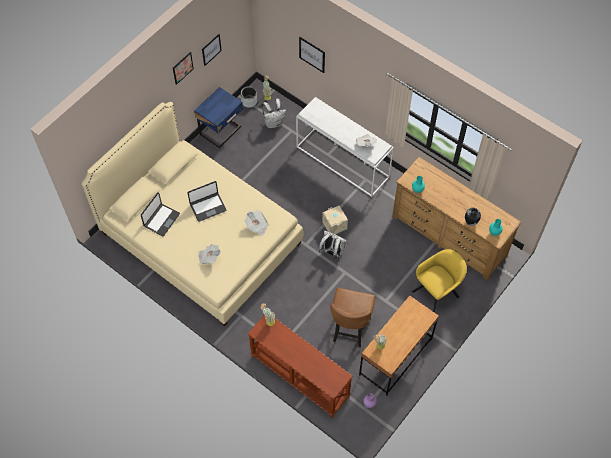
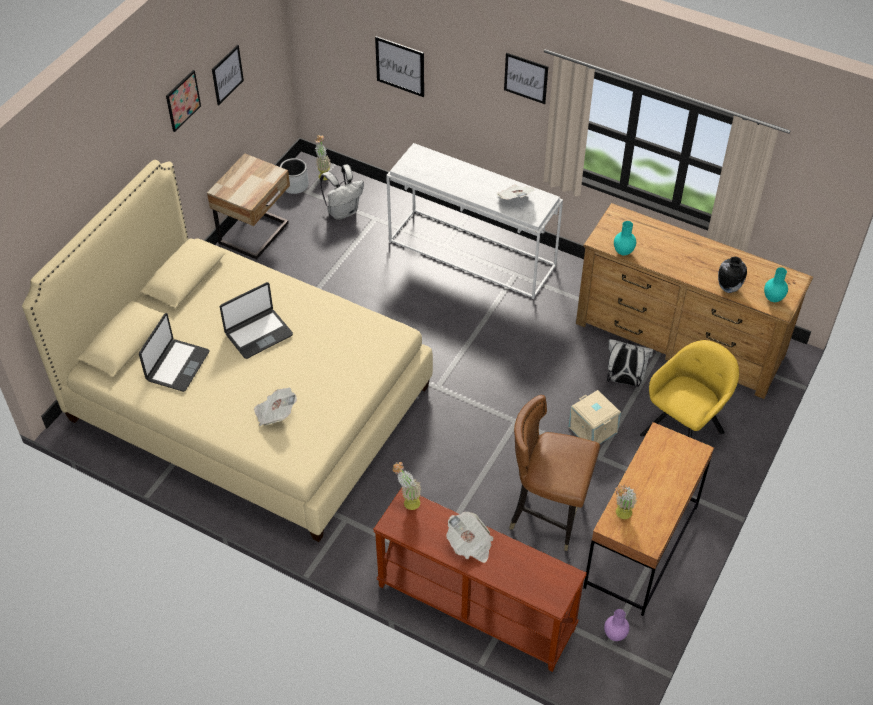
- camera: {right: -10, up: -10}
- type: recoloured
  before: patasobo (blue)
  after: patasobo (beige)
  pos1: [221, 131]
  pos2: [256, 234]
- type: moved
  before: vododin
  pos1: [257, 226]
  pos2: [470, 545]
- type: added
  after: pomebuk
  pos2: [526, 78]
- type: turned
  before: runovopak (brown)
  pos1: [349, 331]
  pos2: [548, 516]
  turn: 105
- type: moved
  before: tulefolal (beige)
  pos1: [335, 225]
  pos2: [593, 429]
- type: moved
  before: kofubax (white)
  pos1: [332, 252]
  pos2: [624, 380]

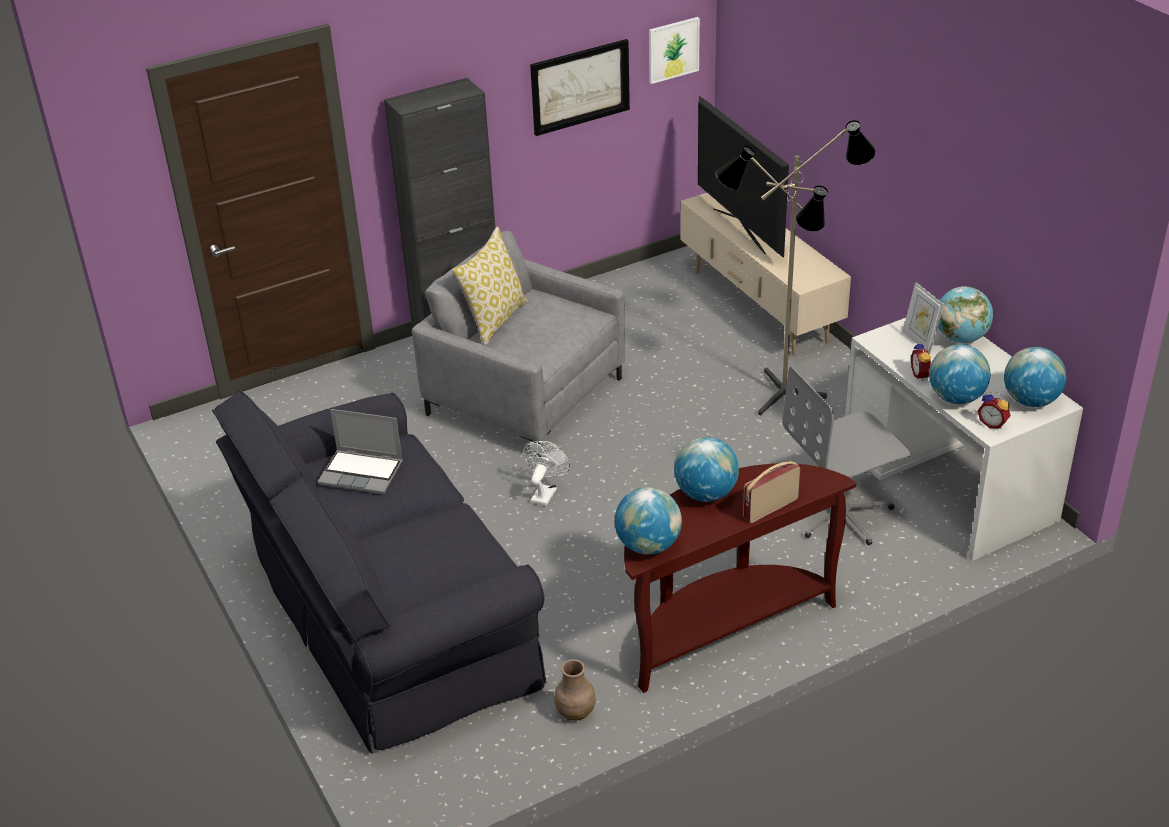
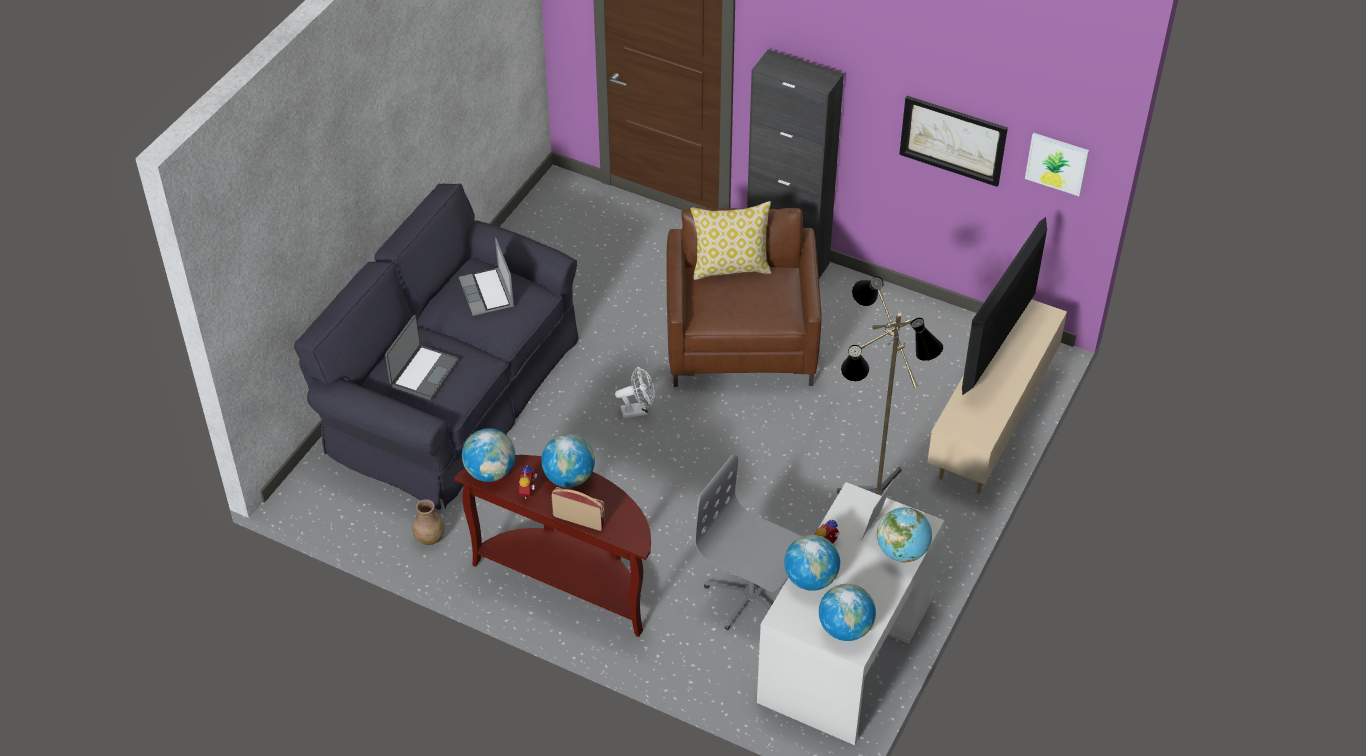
- camera: {right: 55, up: 10}
- type: added
  after: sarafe
  pos2: [423, 373]
- type: moved
  before: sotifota
  pos1: [993, 423]
  pos2: [529, 492]
- type: recoloured
  before: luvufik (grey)
  after: luvufik (brown)
  pos1: [525, 396]
  pos2: [741, 341]

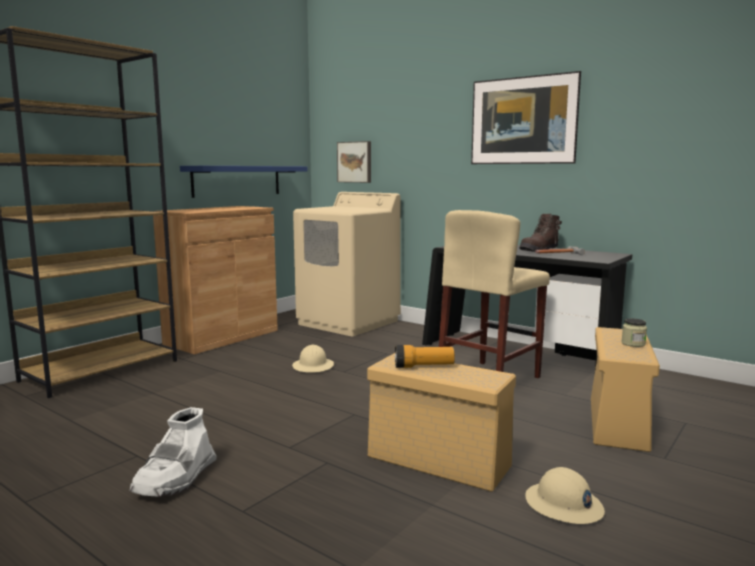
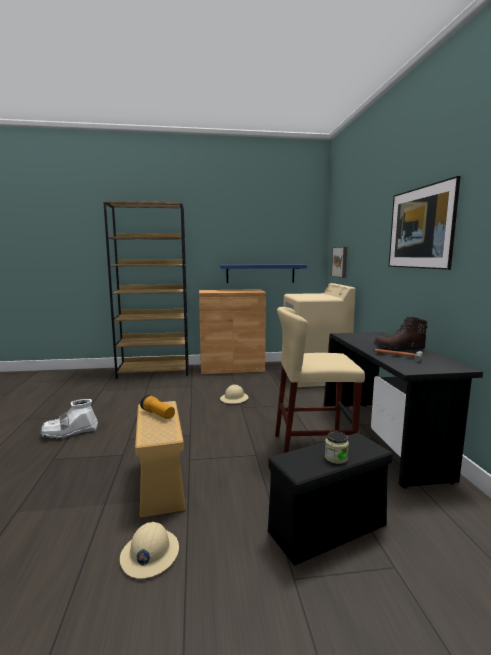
- camera: {right: 45, up: 0}
- type: recoloured
  before: tulefolal (beige)
  after: tulefolal (black)
  pos1: [617, 422]
  pos2: [329, 527]

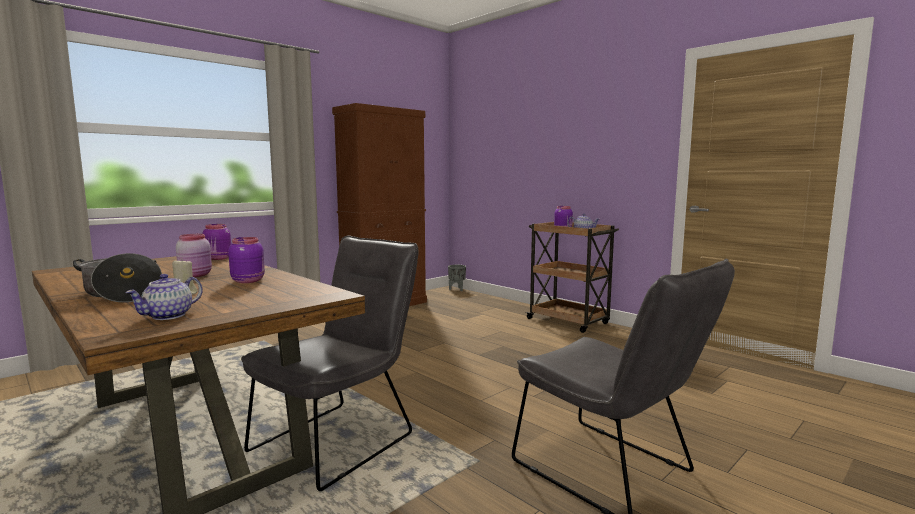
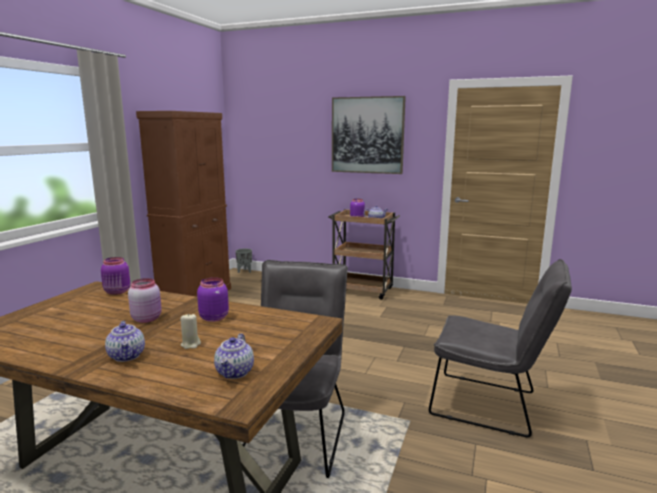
- camera: {right: -25, up: 5}
- type: replaced
  before: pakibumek
  after: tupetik
  pos1: [121, 294]
  pos2: [127, 356]
- type: added
  after: pomebuk
  pos2: [367, 135]

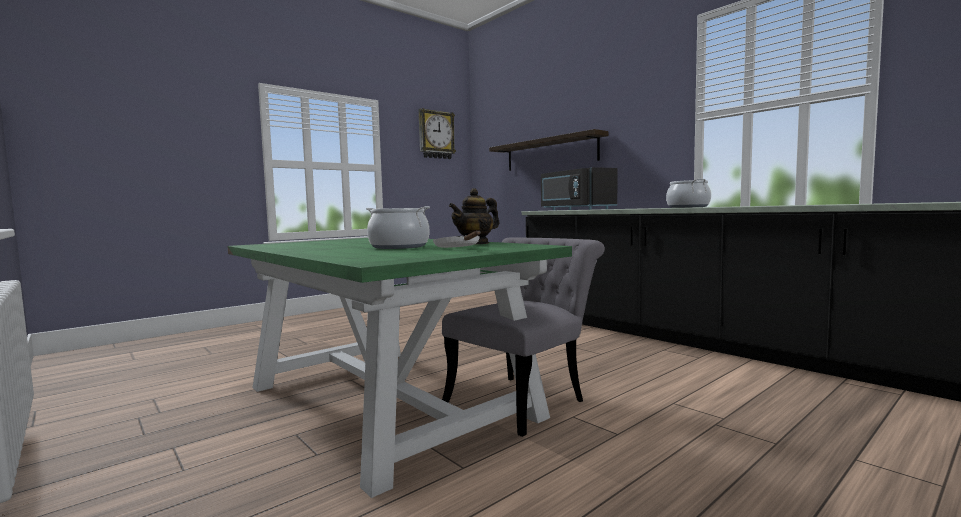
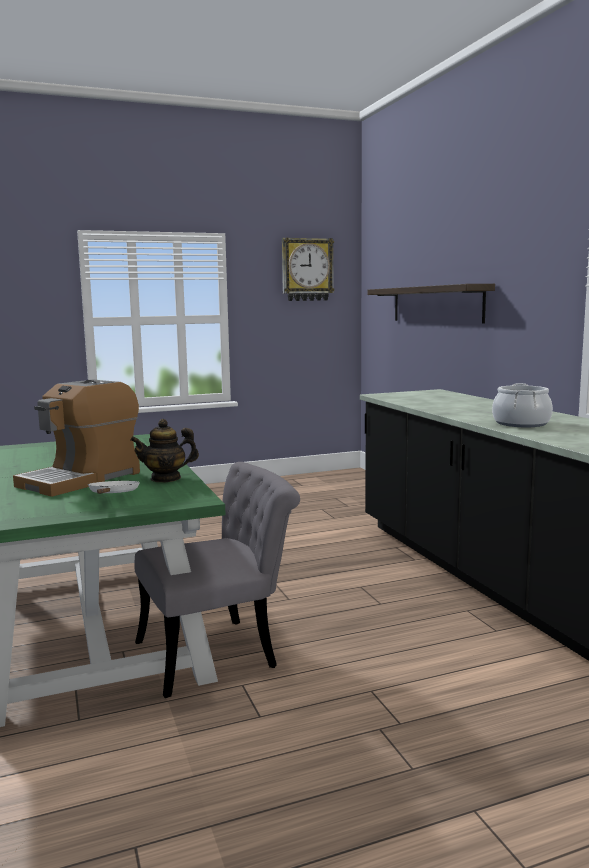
- camera: {right: 20, up: 5}
- type: replaced
  before: pakibumek
  after: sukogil
  pos1: [399, 247]
  pos2: [82, 479]
- type: removed
  before: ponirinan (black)
  pos1: [575, 209]

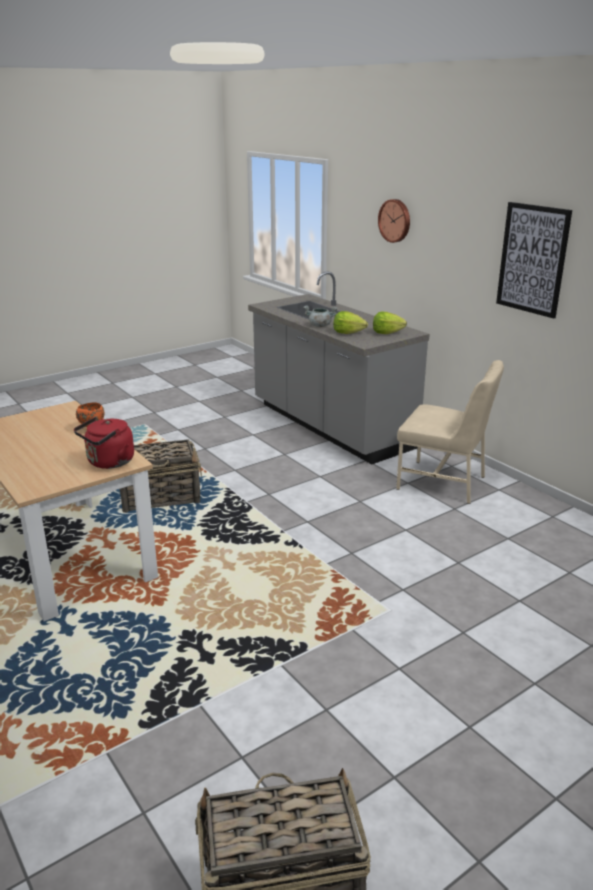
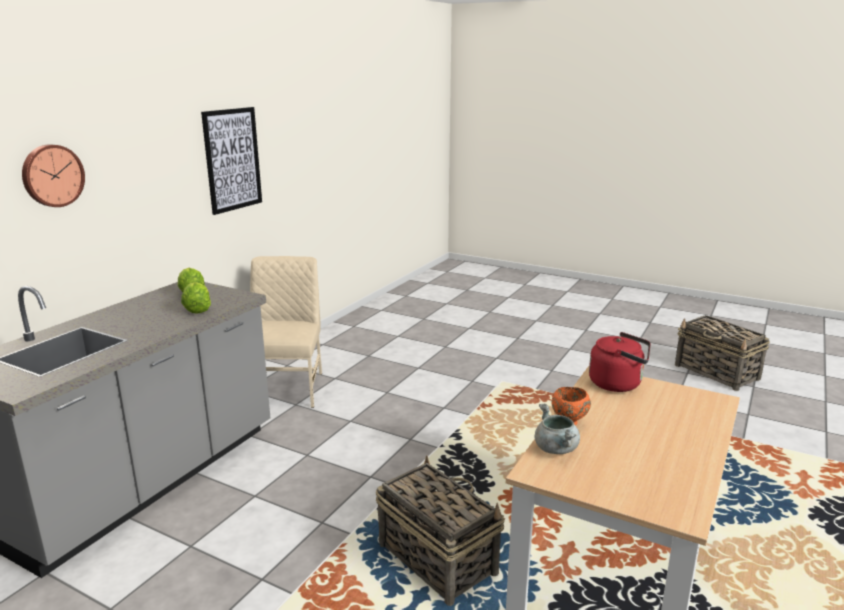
- camera: {right: -115, up: -5}
- type: moved
  before: pakibumek (grey)
  pos1: [320, 326]
  pos2: [556, 449]

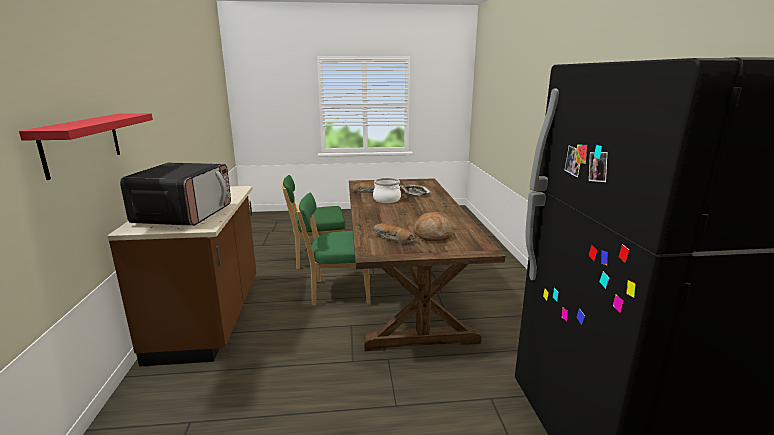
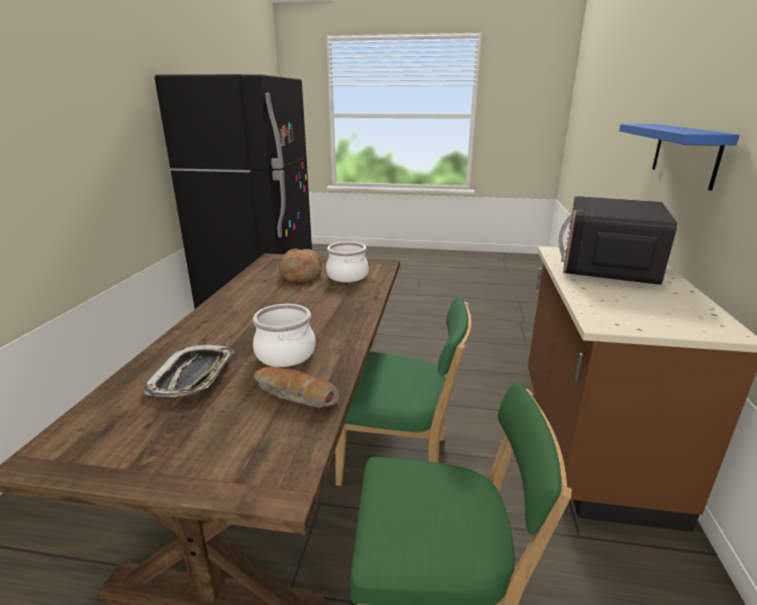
- camera: {right: -165, up: 5}
- type: replaced
  before: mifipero
  after: pakibumek
  pos1: [393, 238]
  pos2: [348, 276]
- type: recoloured
  before: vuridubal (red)
  after: vuridubal (blue)
  pos1: [82, 143]
  pos2: [685, 153]

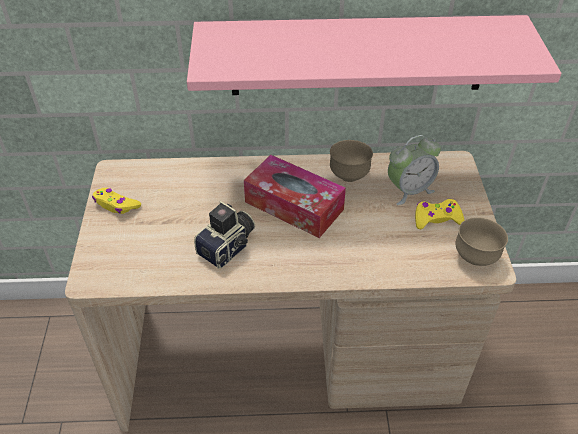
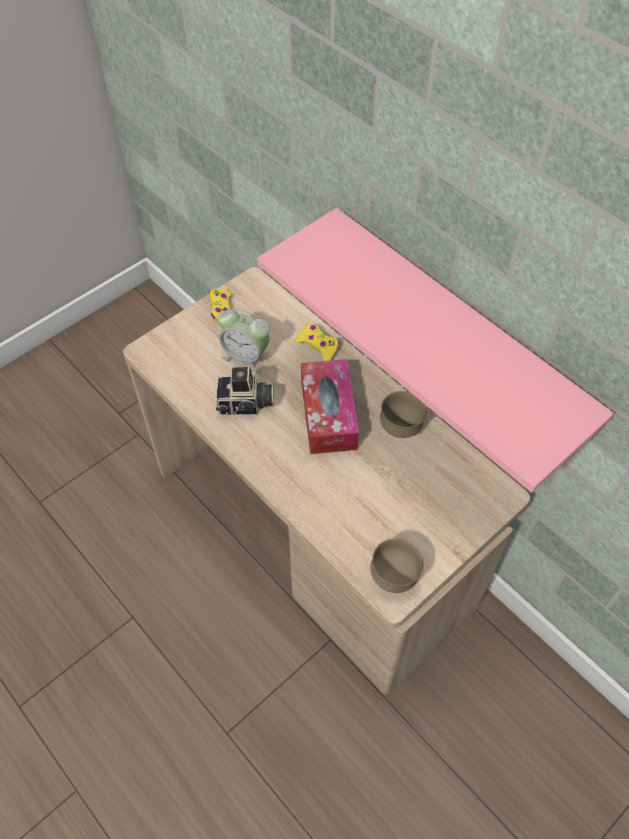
- camera: {right: 50, up: 10}
- type: moved
  before: sotifota
  pos1: [409, 190]
  pos2: [246, 356]
- type: moved
  before: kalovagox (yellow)
  pos1: [436, 218]
  pos2: [318, 346]

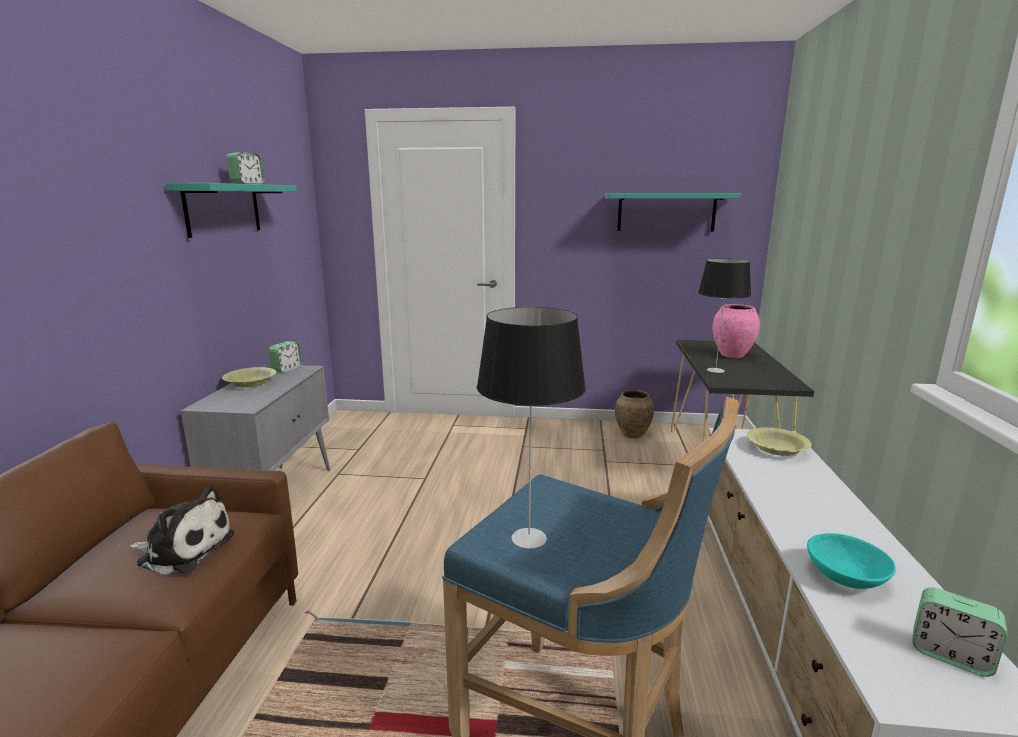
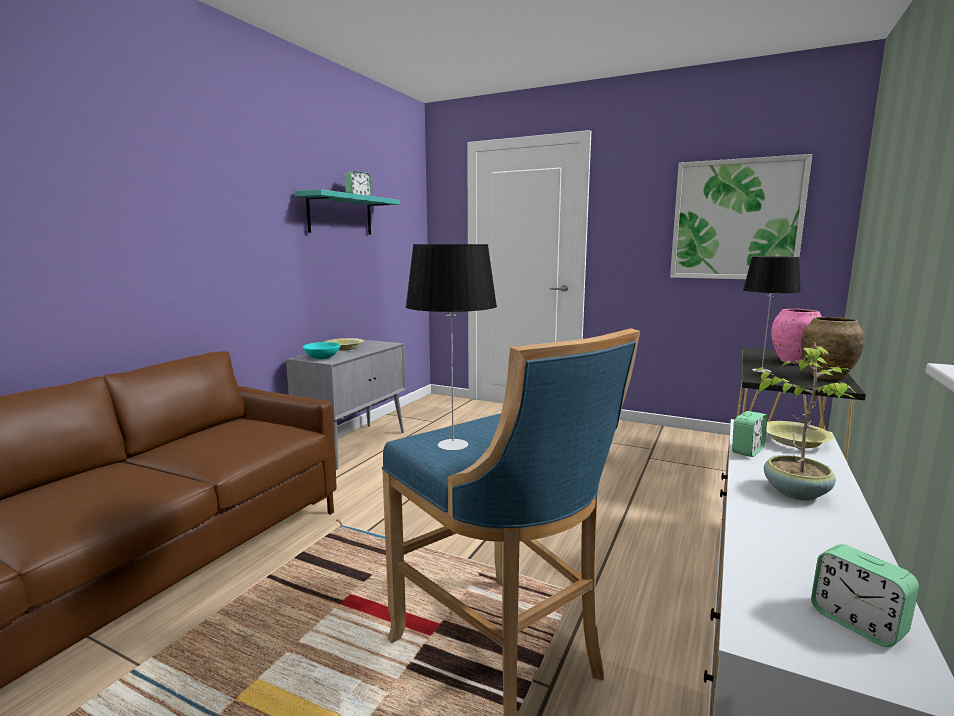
- camera: {right: 20, up: -5}
- type: moved
  before: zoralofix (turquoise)
  pos1: [845, 577]
  pos2: [322, 358]
- type: replaced
  before: vuridubal (turquoise)
  after: pomebuk
  pos1: [666, 212]
  pos2: [736, 220]
- type: moved
  before: sotifota
  pos1: [287, 369]
  pos2: [747, 451]
- type: added
  after: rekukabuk
  pos2: [795, 491]
- type: moved
  before: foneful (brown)
  pos1: [632, 434]
  pos2: [826, 377]
- type: removed
  before: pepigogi
  pos1: [183, 549]

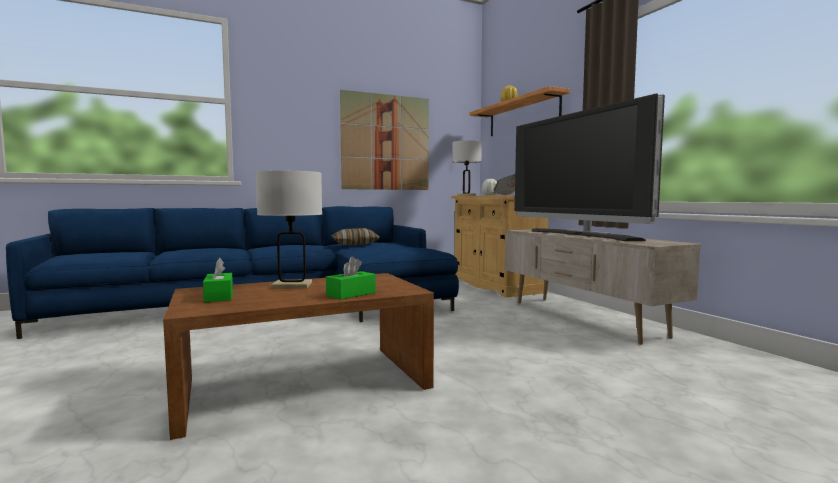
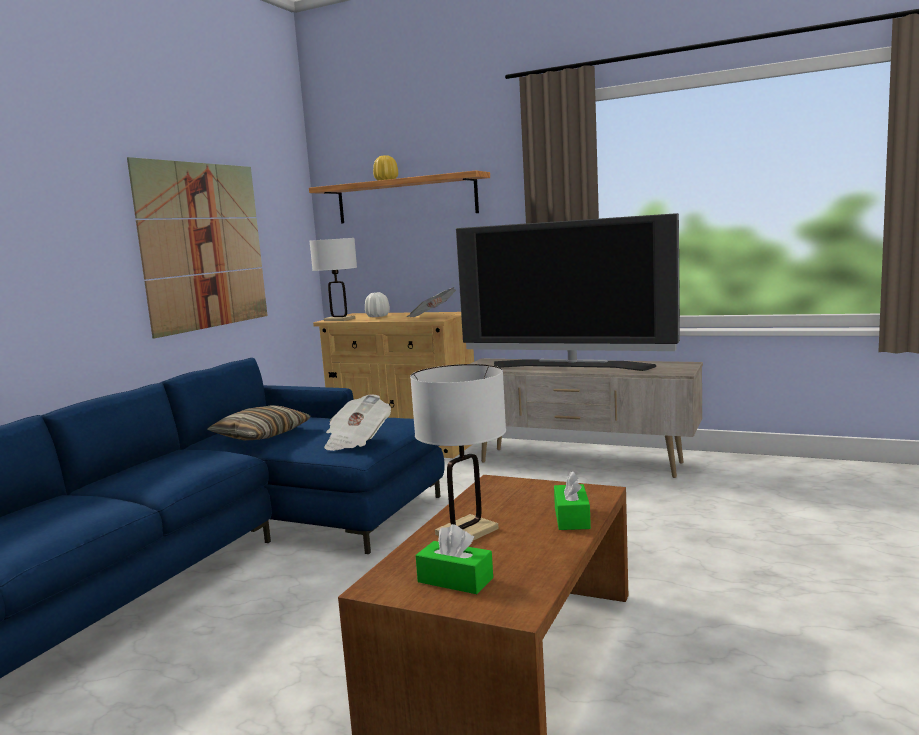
- camera: {right: -40, up: 5}
- type: added
  after: vododin
  pos2: [356, 441]

